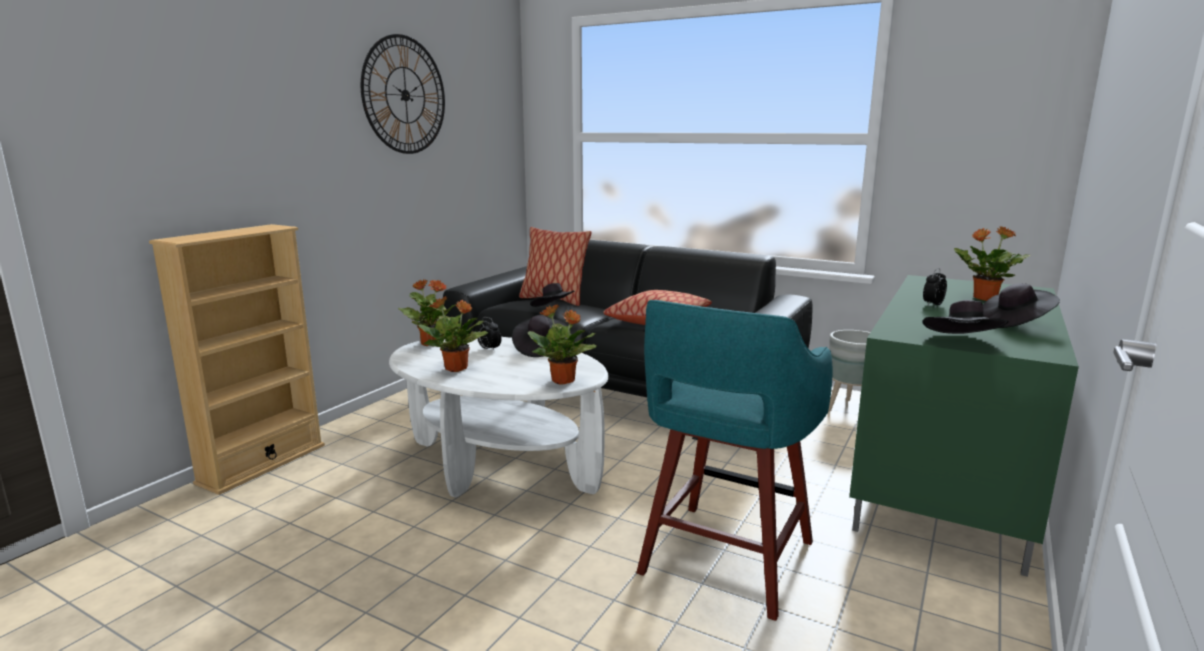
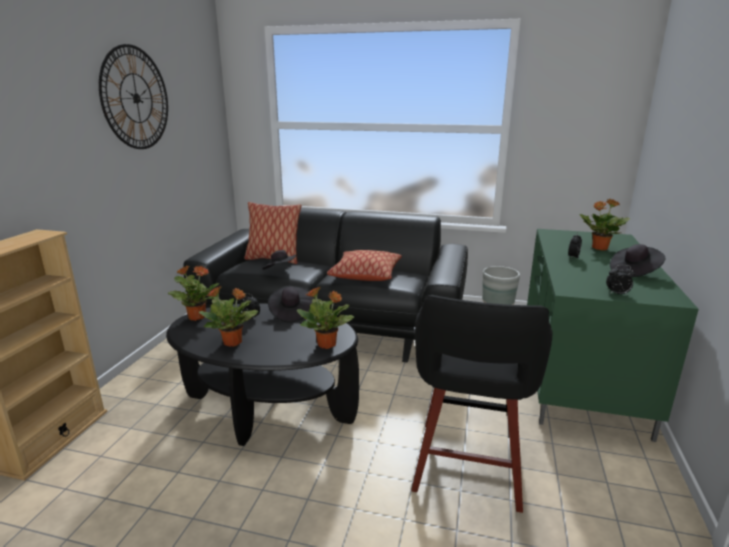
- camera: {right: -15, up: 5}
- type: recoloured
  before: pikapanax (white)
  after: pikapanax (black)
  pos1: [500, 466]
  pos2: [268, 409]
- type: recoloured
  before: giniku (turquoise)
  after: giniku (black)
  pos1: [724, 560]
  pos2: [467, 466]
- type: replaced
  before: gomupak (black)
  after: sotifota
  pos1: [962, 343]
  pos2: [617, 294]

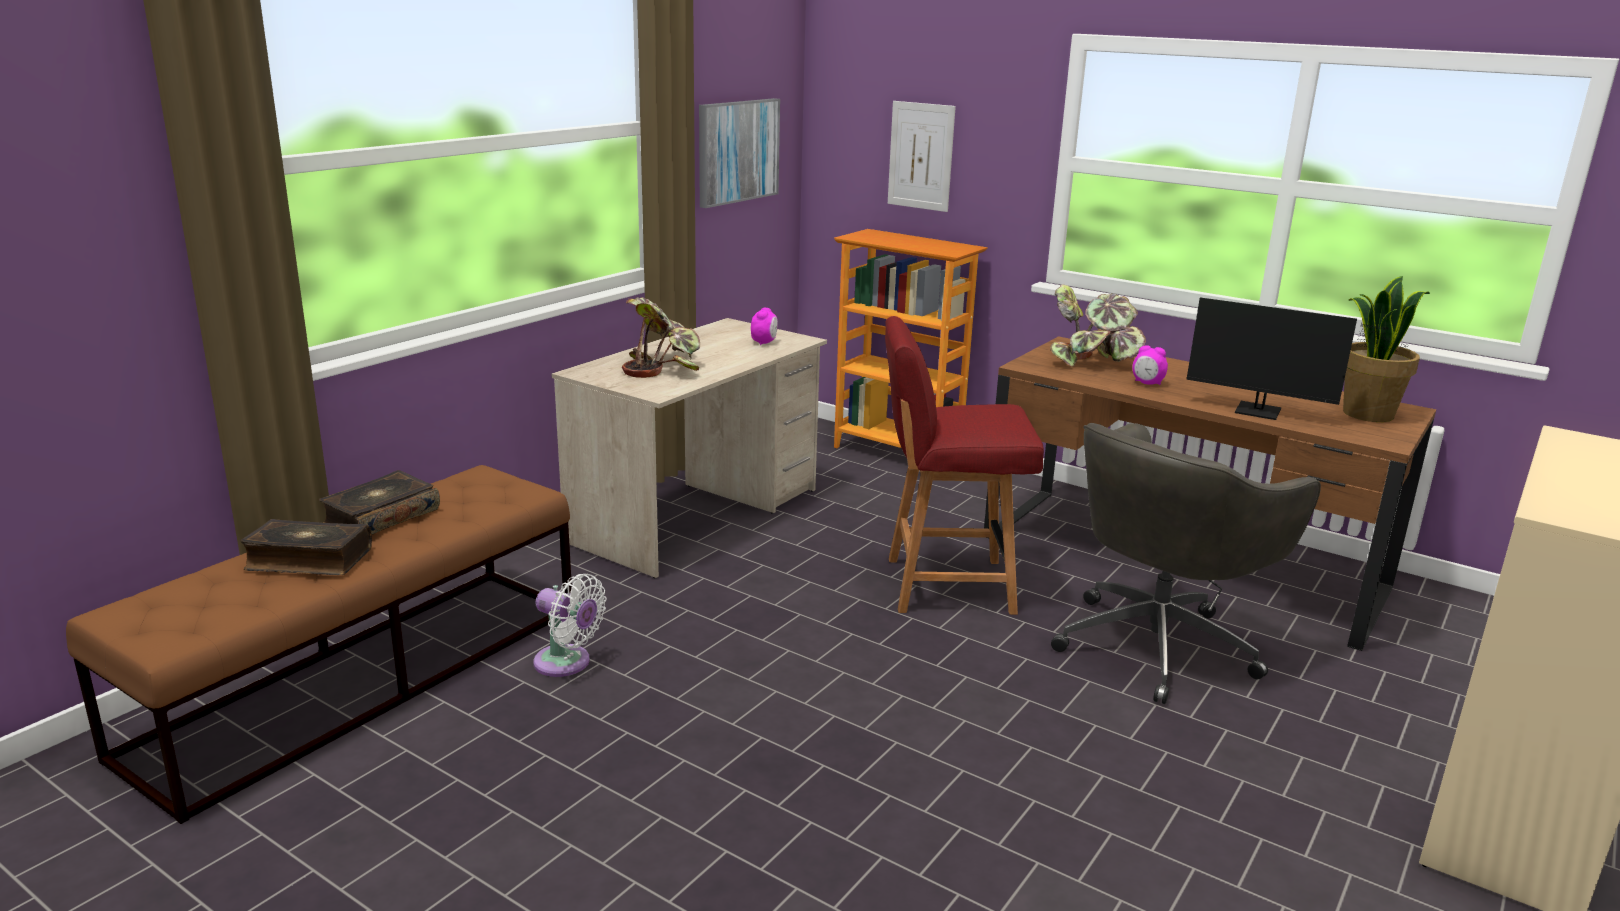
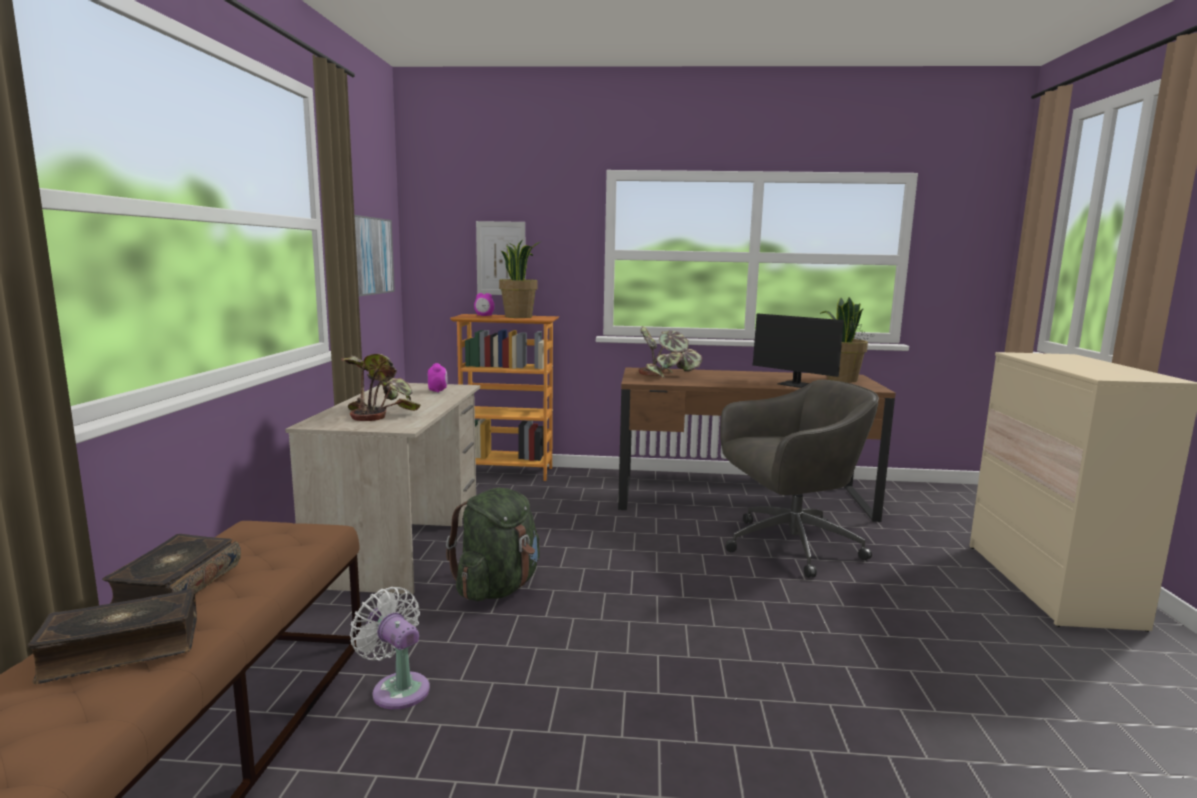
- camera: {right: -30, up: -10}
- type: turned
  before: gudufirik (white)
  pos1: [567, 663]
  pos2: [397, 688]
  turn: -135
- type: added
  after: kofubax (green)
  pos2: [497, 588]
- type: moved
  before: sotifota
  pos1: [1147, 383]
  pos2: [484, 316]
- type: added
  after: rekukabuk
  pos2: [519, 317]
- type: turned
  before: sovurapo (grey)
  pos1: [1158, 645]
  pos2: [788, 546]
  turn: -120
- type: turned
  before: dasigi
  pos1: [1265, 412]
  pos2: [798, 385]
  turn: 45
- type: removed
  before: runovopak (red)
  pos1: [945, 585]

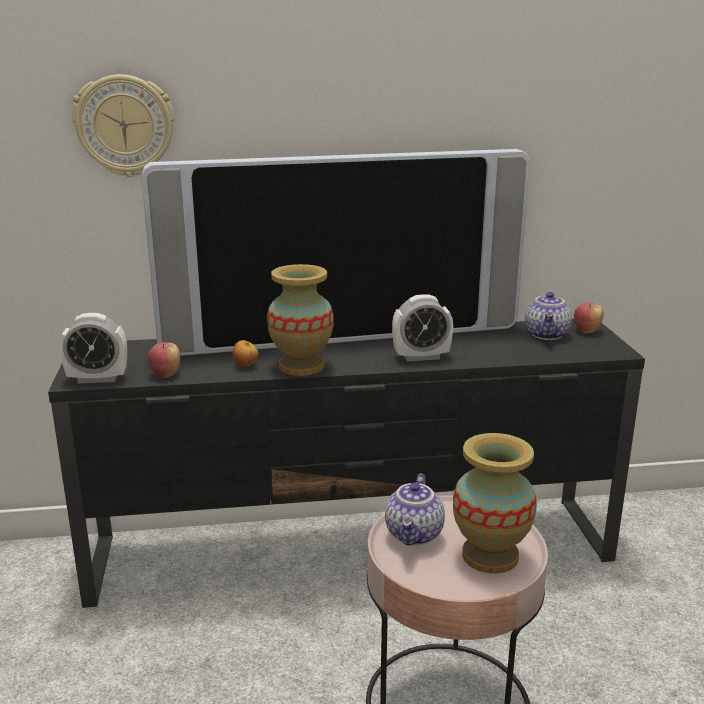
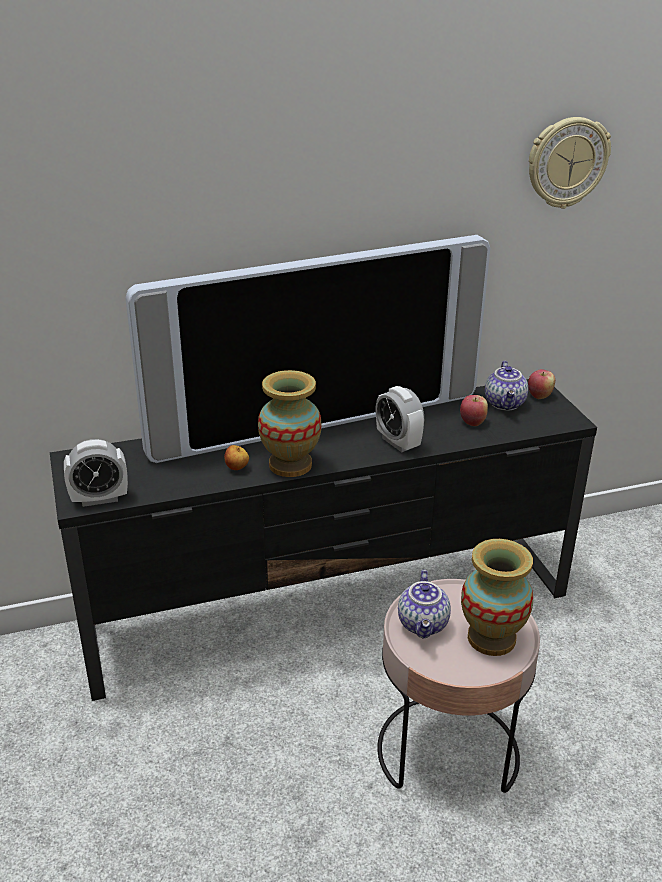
- camera: {right: -10, up: 10}
- type: turned
  before: sotifota
  pos1: [421, 357]
  pos2: [398, 442]
  turn: 75
- type: moved
  before: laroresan
  pos1: [165, 374]
  pos2: [472, 422]
- type: moved
  before: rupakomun
  pos1: [125, 126]
  pos2: [567, 162]

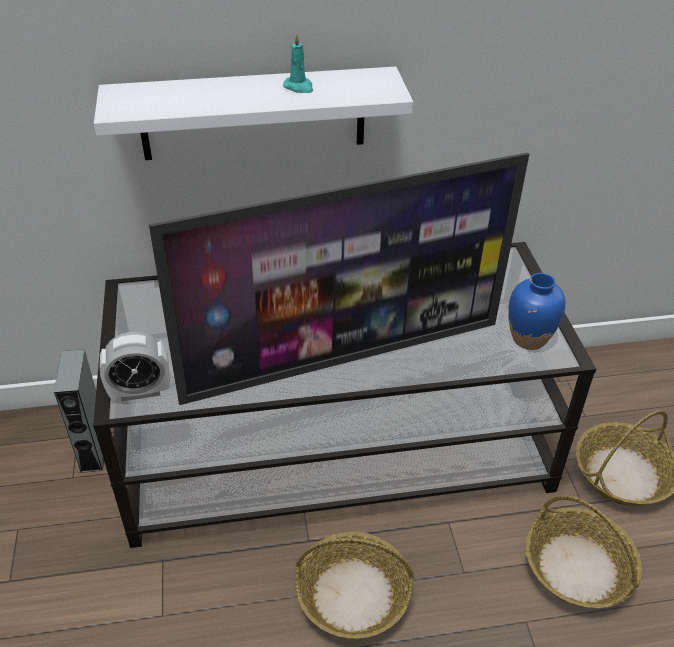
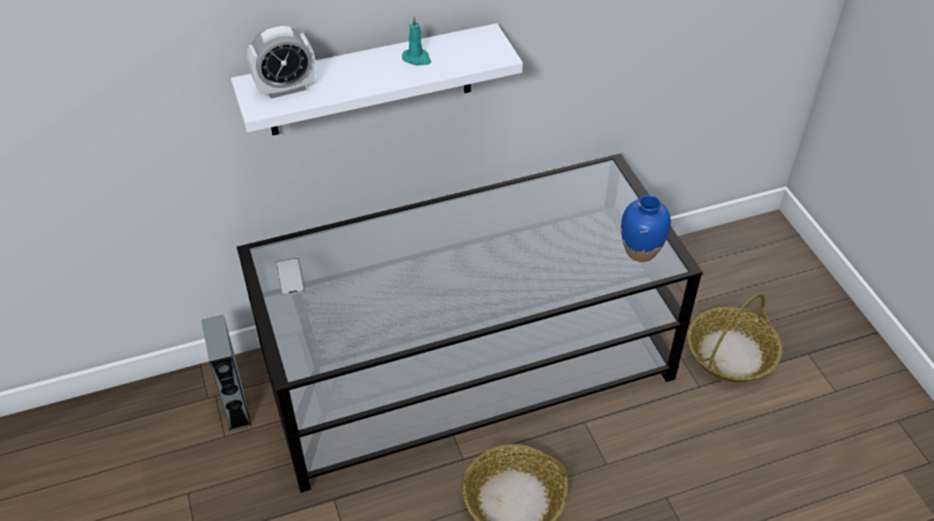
- camera: {right: -10, up: 5}
- type: moved
  before: sotifota
  pos1: [140, 391]
  pos2: [286, 89]
- type: added
  after: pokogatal
  pos2: [290, 277]
- type: removed
  before: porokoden
  pos1: [344, 358]
- type: removed
  before: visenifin
  pos1: [579, 568]

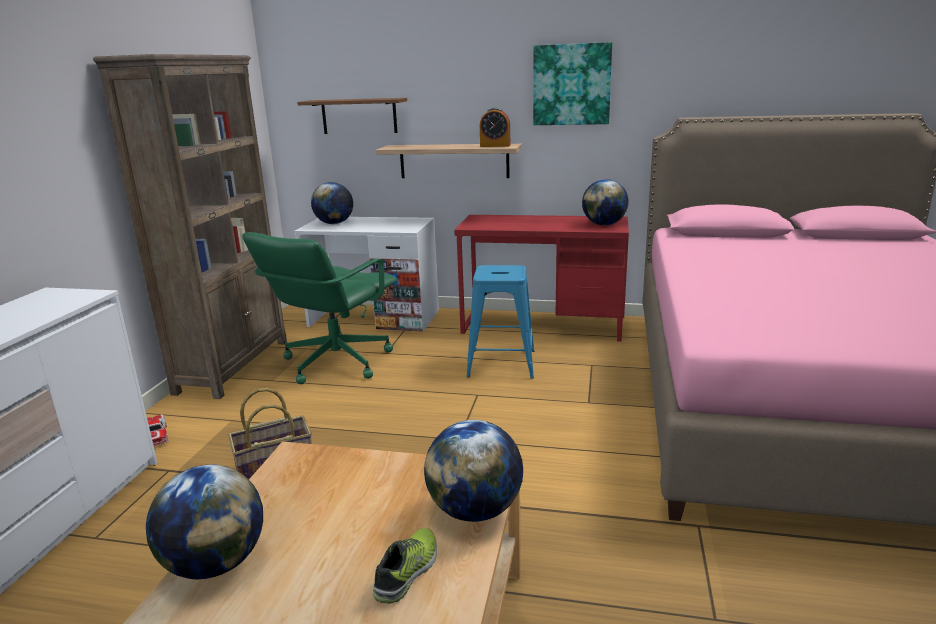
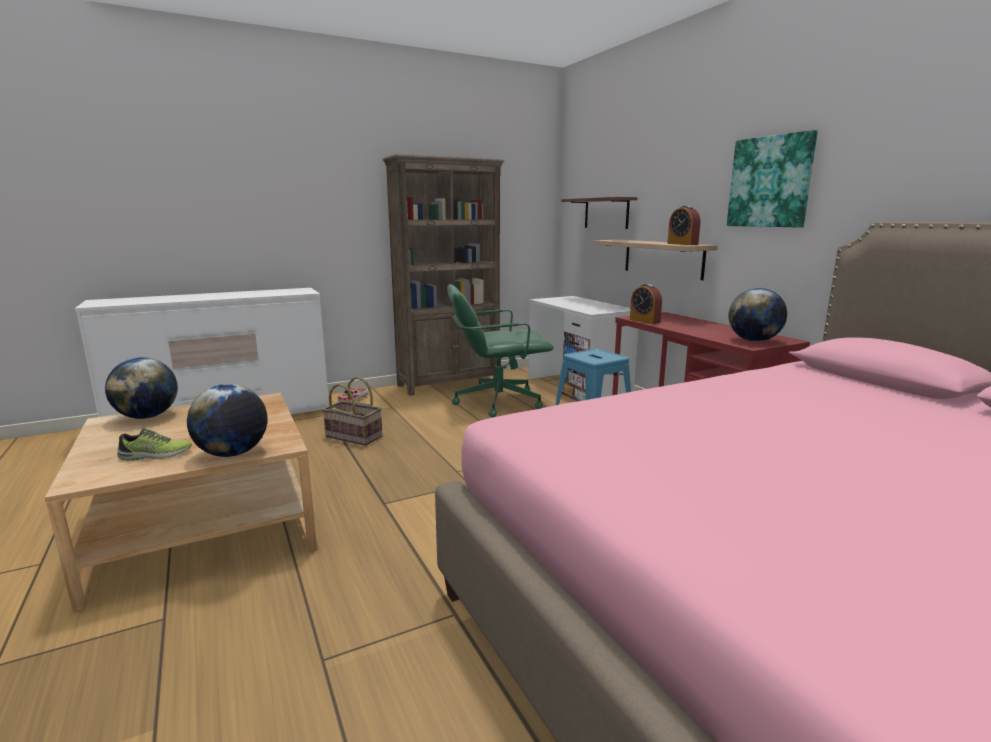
- camera: {right: 50, up: -5}
- type: added
  after: sotifota
  pos2: [644, 321]
- type: removed
  before: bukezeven
  pos1: [334, 223]

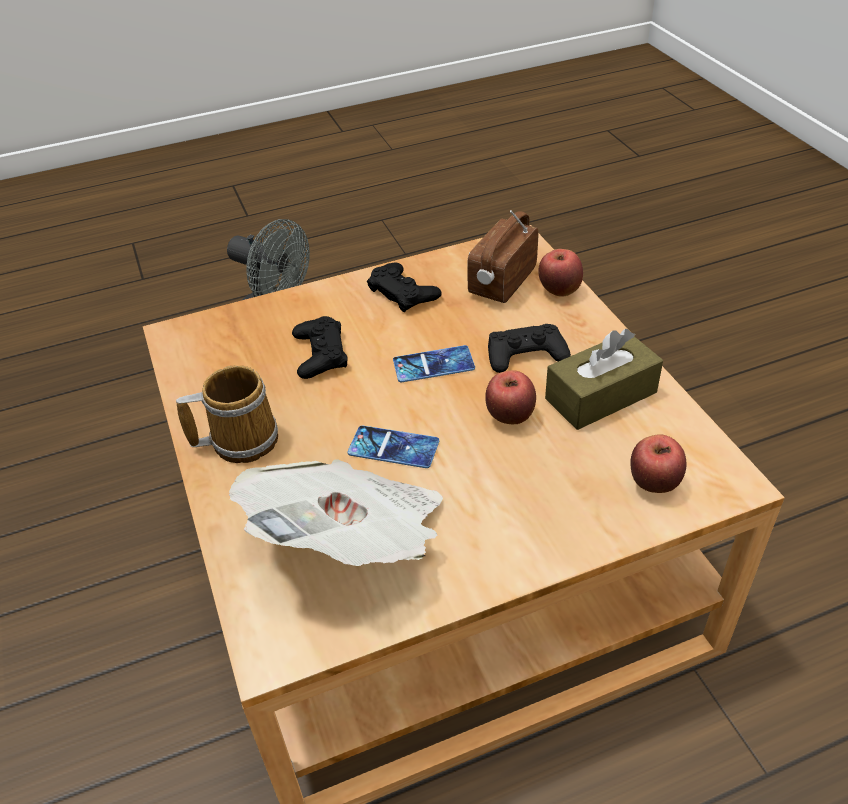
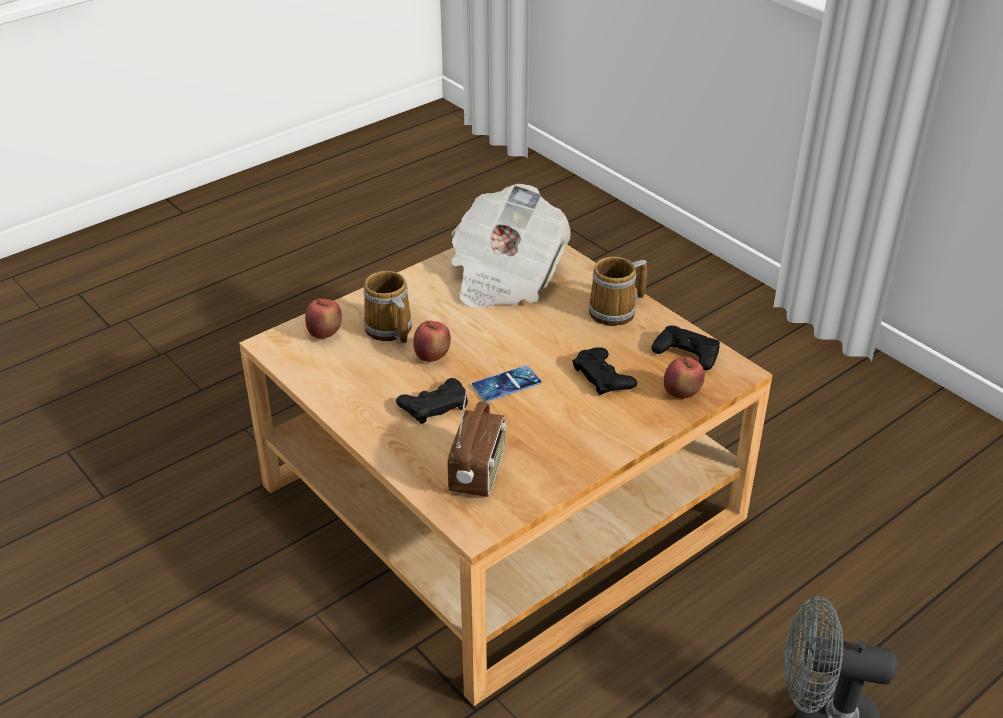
- camera: {right: 160, up: -5}
- type: added
  after: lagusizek
  pos2: [388, 330]
- type: moved
  before: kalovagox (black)
  pos1: [403, 292]
  pos2: [687, 353]
- type: moved
  before: laroresan
  pos1: [559, 291]
  pos2: [682, 394]
- type: removed
  before: pokogatal
  pos1: [393, 447]
- type: removed
  before: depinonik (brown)
  pos1: [601, 395]

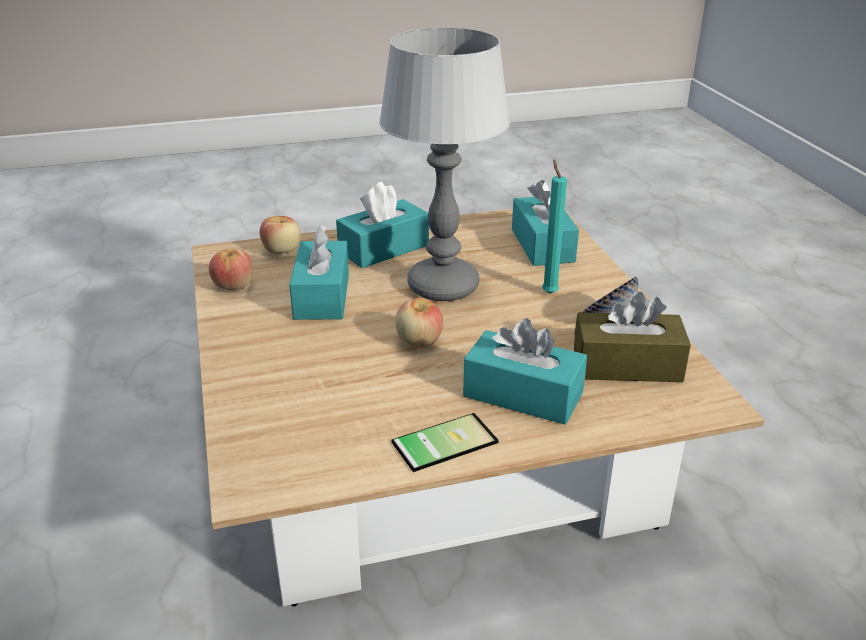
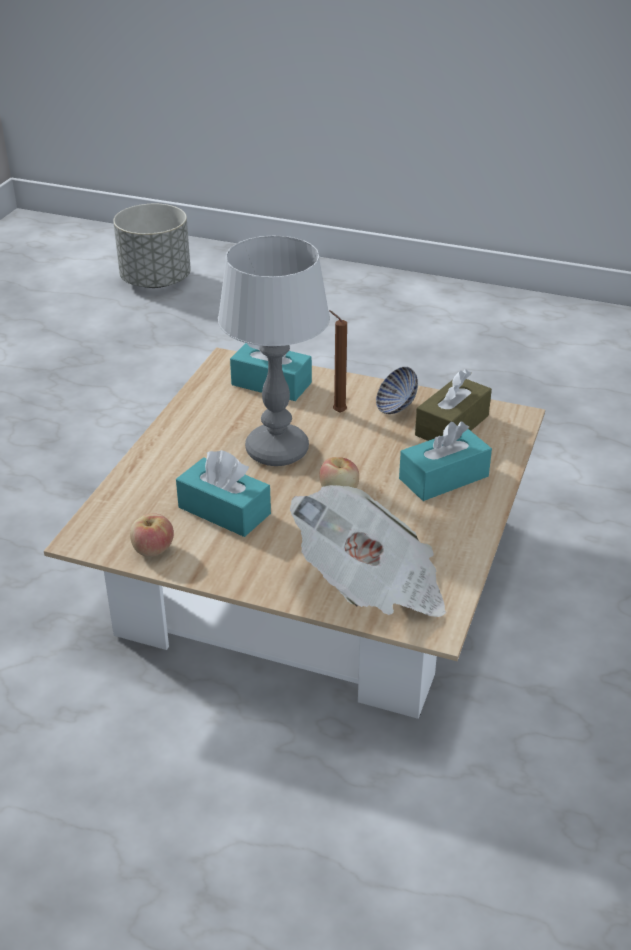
- camera: {right: -55, up: 5}
- type: added
  after: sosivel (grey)
  pos2: [155, 281]
- type: added
  after: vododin
  pos2: [371, 585]
- type: recoloured
  before: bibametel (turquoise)
  after: bibametel (brown)
  pos1: [548, 292]
  pos2: [337, 412]
- type: removed
  before: laroresan
  pos1: [282, 251]
- type: removed
  before: depinonik (turquoise)
  pos1: [384, 248]
- type: removed
  before: pokogatal
  pos1: [442, 439]

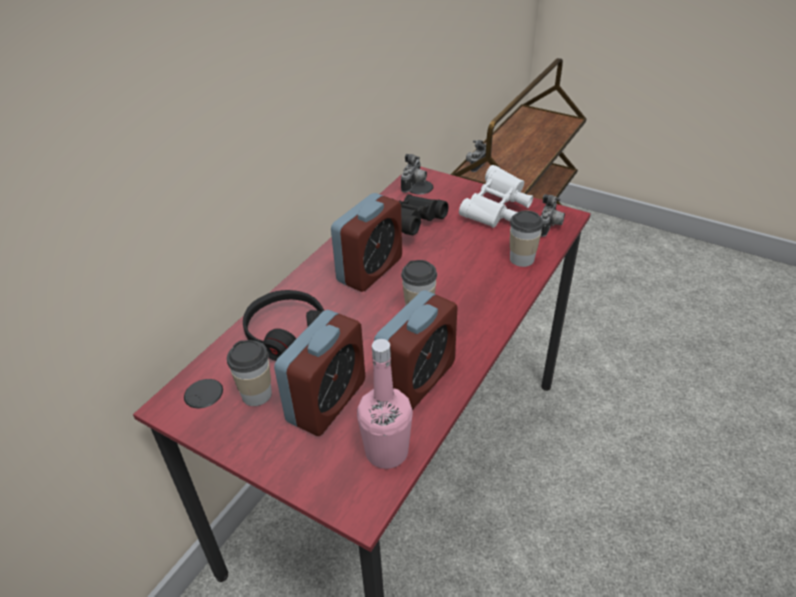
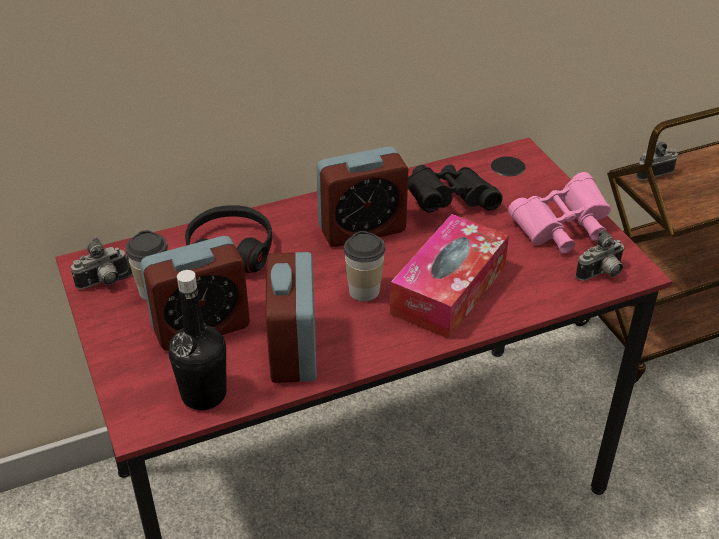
- camera: {right: 35, up: 0}
- type: moved
  before: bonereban
  pos1: [414, 185]
  pos2: [104, 282]
- type: recoloured
  before: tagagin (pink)
  after: tagagin (black)
  pos1: [387, 452]
  pos2: [204, 394]
- type: turned
  before: sotifota
  pos1: [417, 379]
  pos2: [293, 350]
  turn: 105
- type: added
  after: depinonik
  pos2: [449, 289]
- type: recoloured
  before: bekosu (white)
  after: bekosu (pink)
  pos1: [496, 211]
  pos2: [561, 230]
- type: removed
  before: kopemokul
  pos1: [522, 259]

